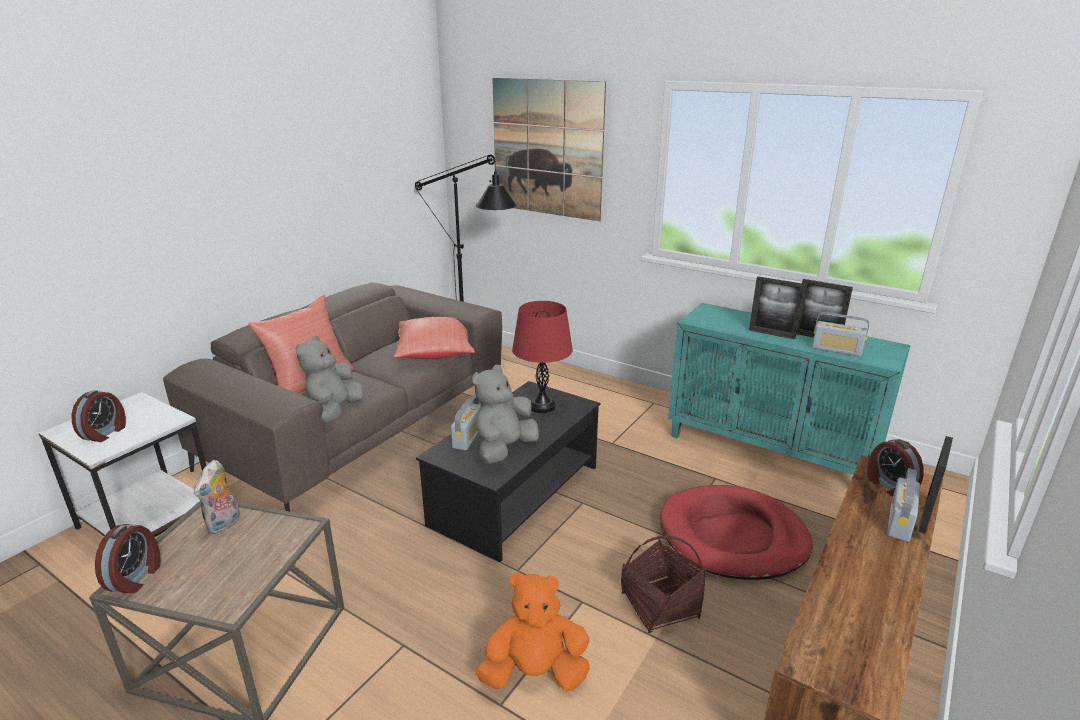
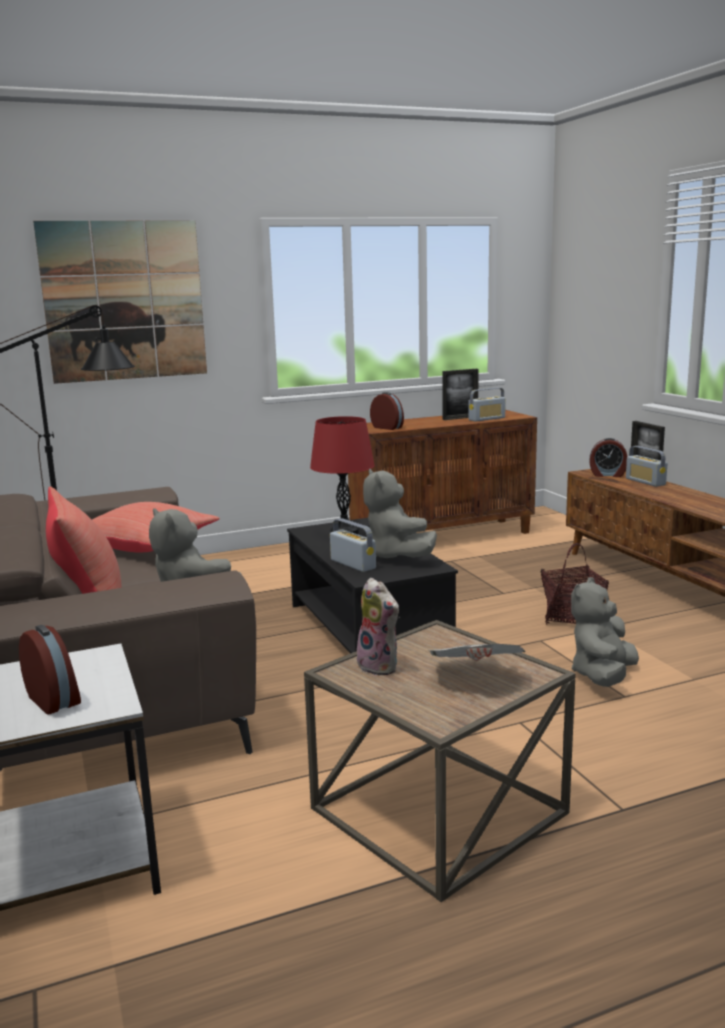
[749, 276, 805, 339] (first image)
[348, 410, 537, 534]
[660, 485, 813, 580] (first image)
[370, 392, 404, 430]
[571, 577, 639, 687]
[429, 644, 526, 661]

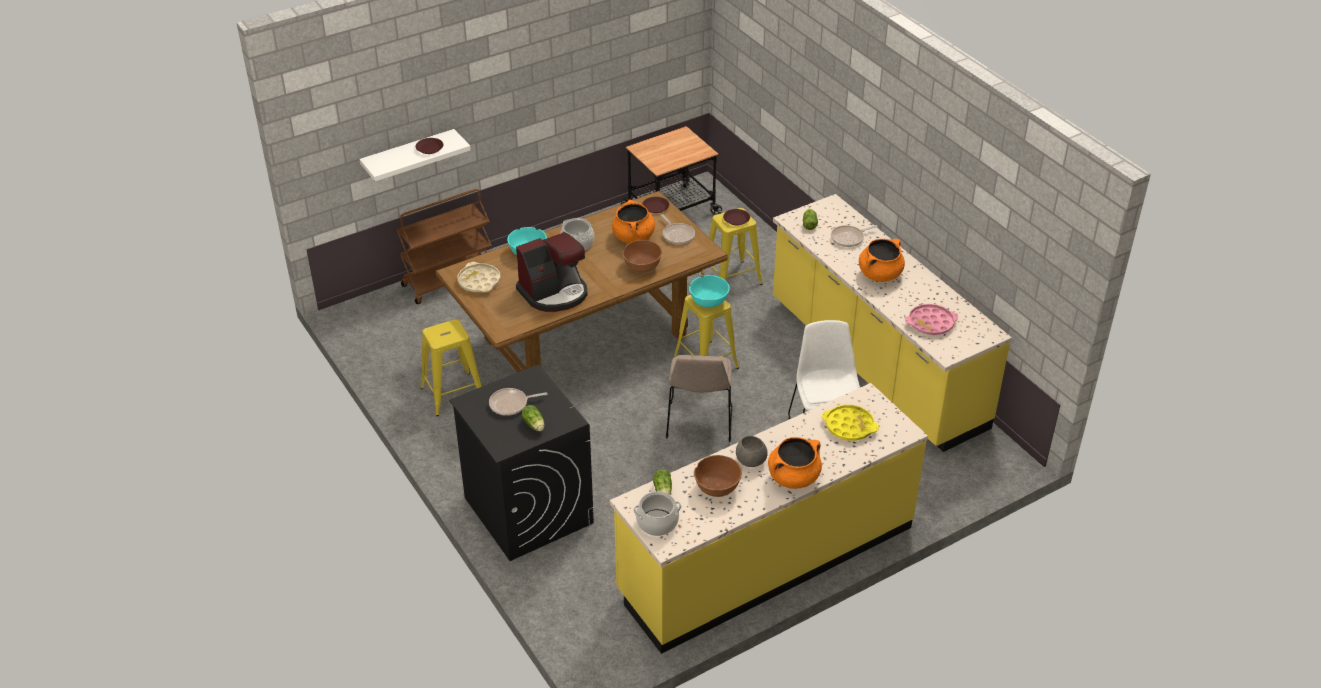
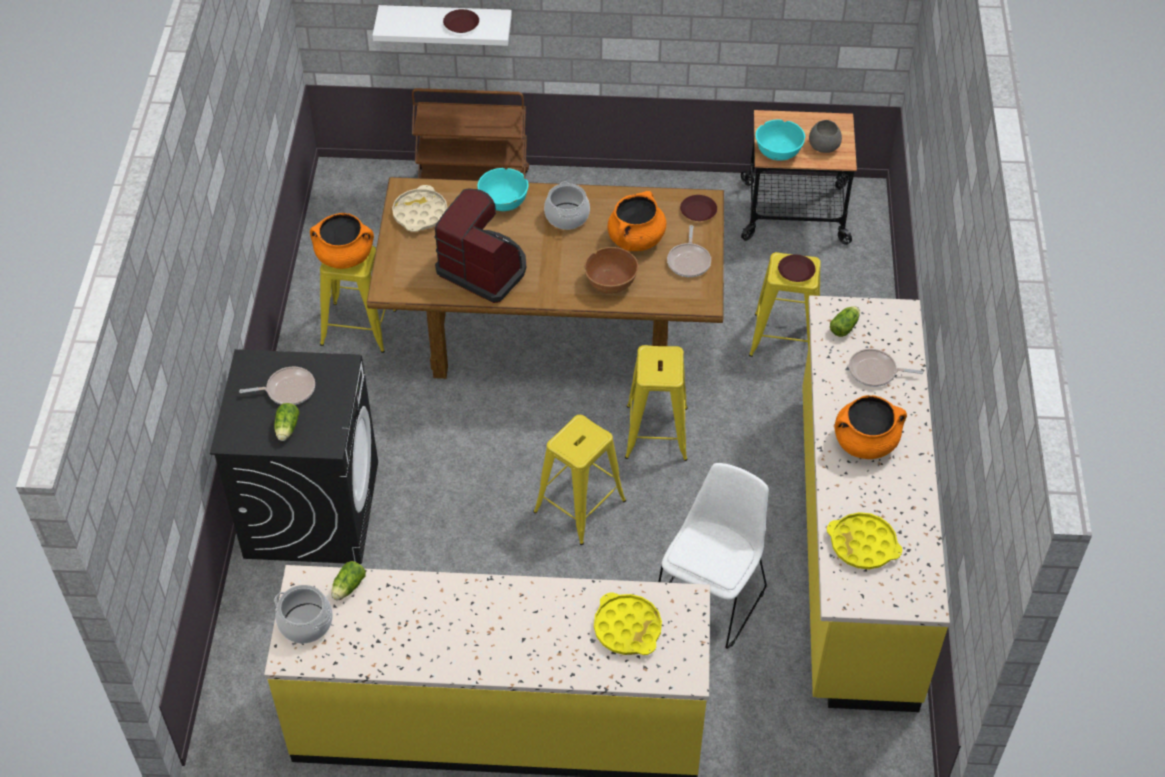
[434, 188, 526, 303]
[755, 119, 805, 161]
[827, 512, 902, 569]
[533, 415, 626, 545]
[239, 367, 315, 405]
[809, 120, 842, 153]
[310, 213, 374, 269]
[694, 455, 742, 497] (first image)

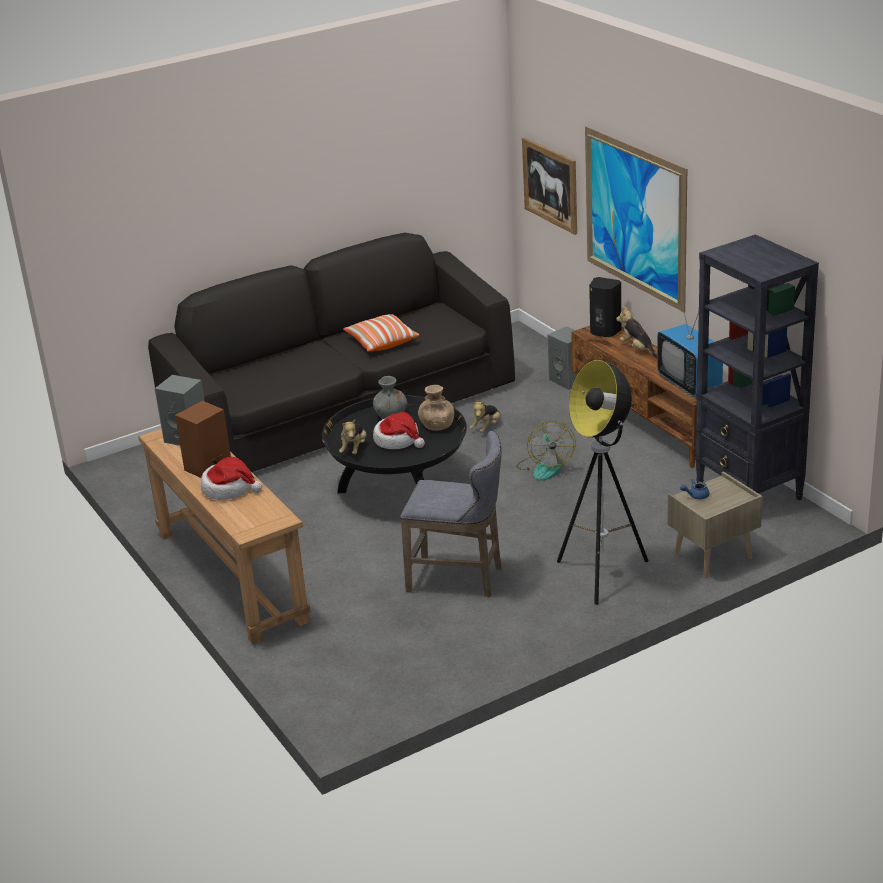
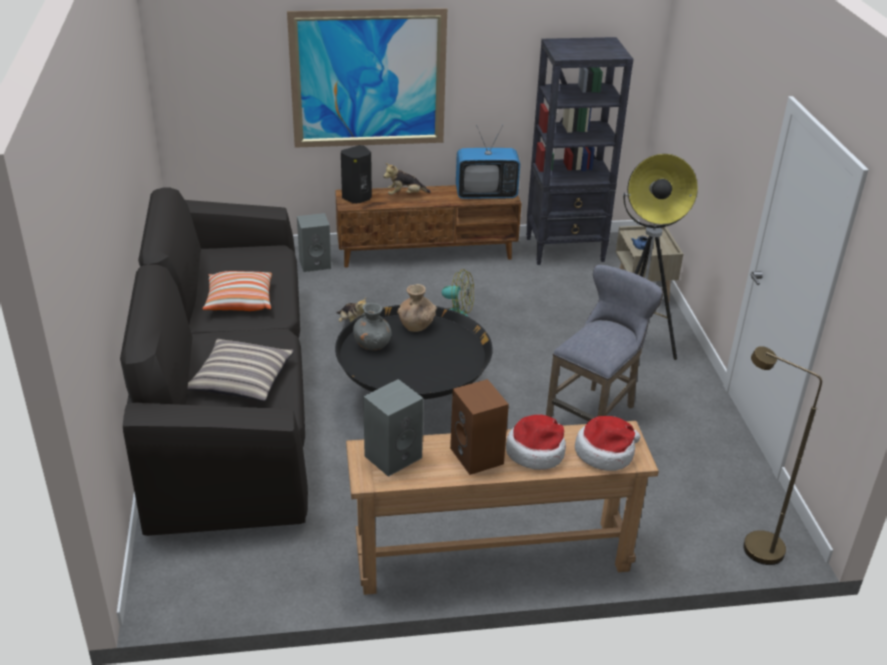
[522, 138, 577, 235] (first image)
[575, 416, 641, 471]
[339, 419, 366, 455] (first image)
[187, 339, 294, 401]
[743, 346, 822, 565]

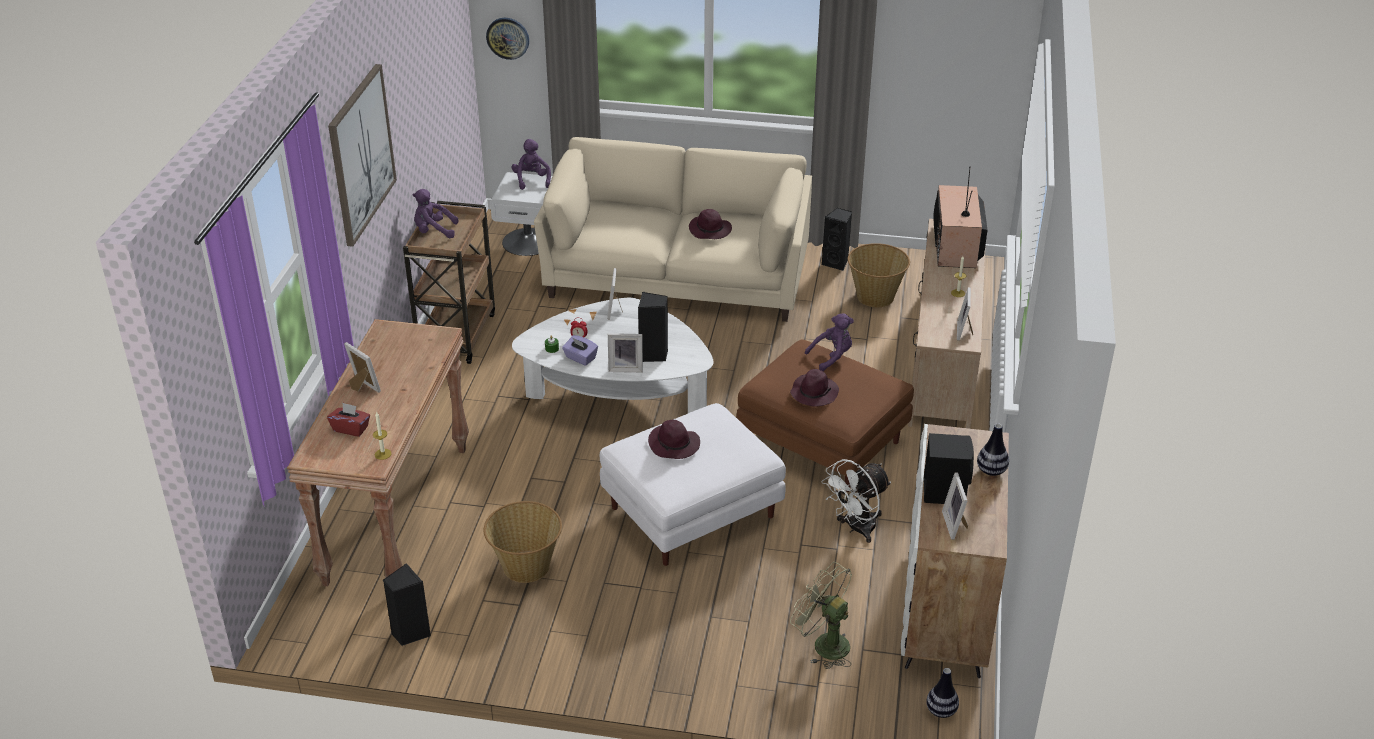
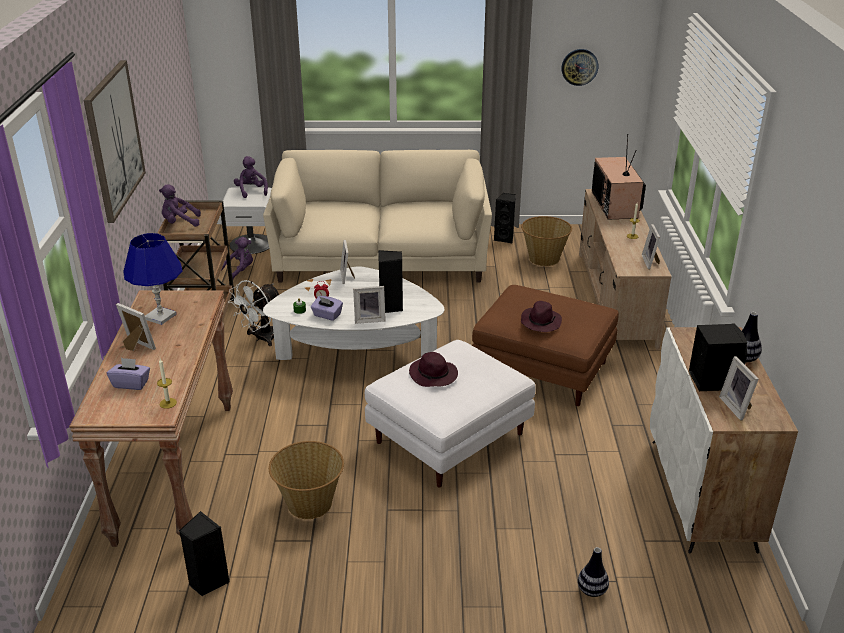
[561, 49, 598, 86]
[689, 209, 732, 239] (first image)
[221, 237, 253, 279]
[107, 358, 150, 390]
[228, 280, 279, 346]
[790, 562, 852, 669] (first image)
[578, 547, 609, 597]
[124, 233, 183, 325]

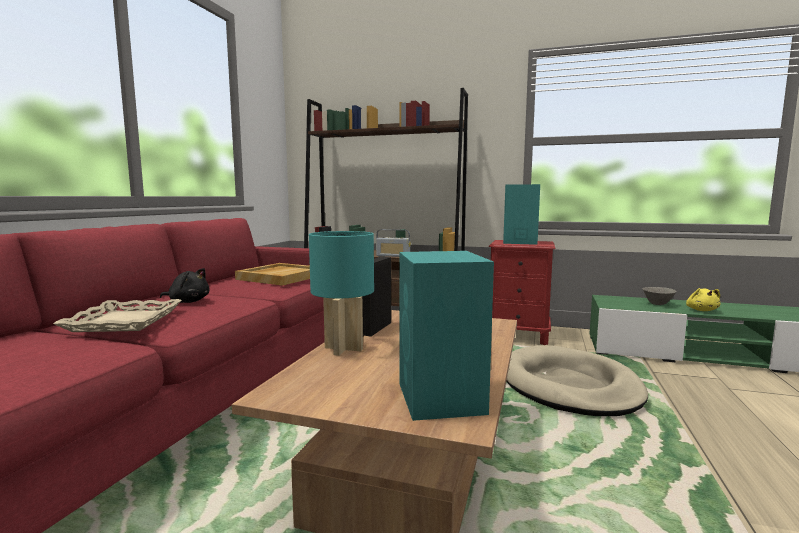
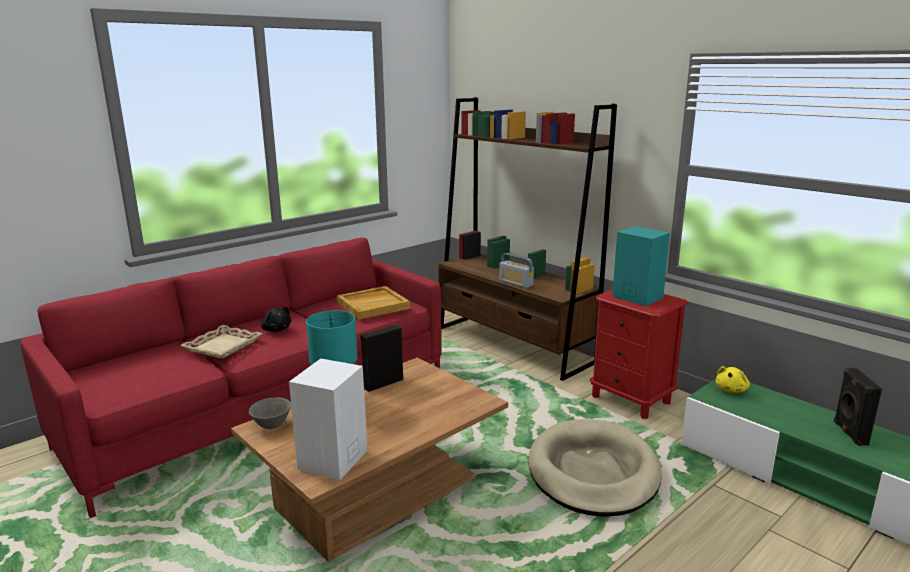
[289, 359, 367, 480]
[249, 397, 291, 429]
[716, 366, 750, 393]
[834, 367, 882, 446]

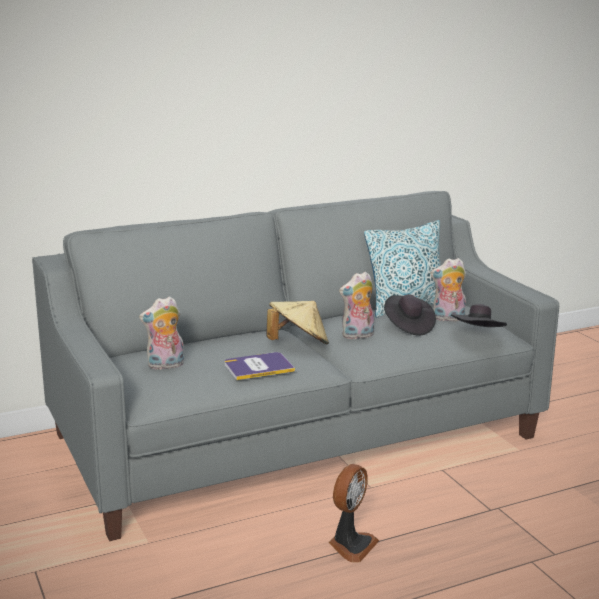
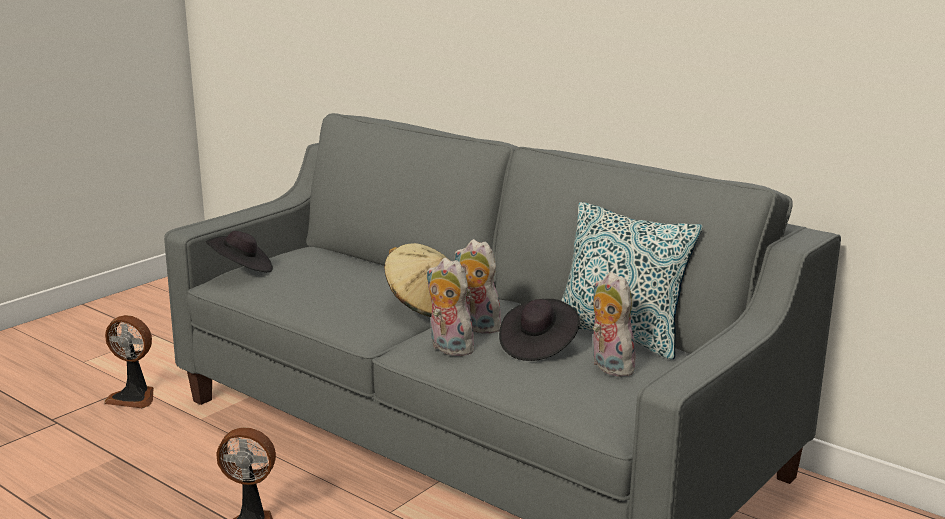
[426, 258, 474, 356]
[206, 231, 273, 272]
[225, 352, 295, 380] (first image)
[104, 315, 154, 408]

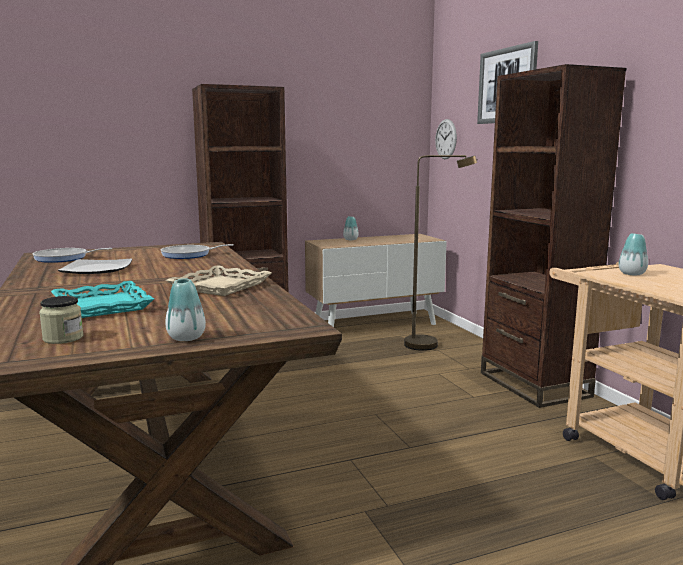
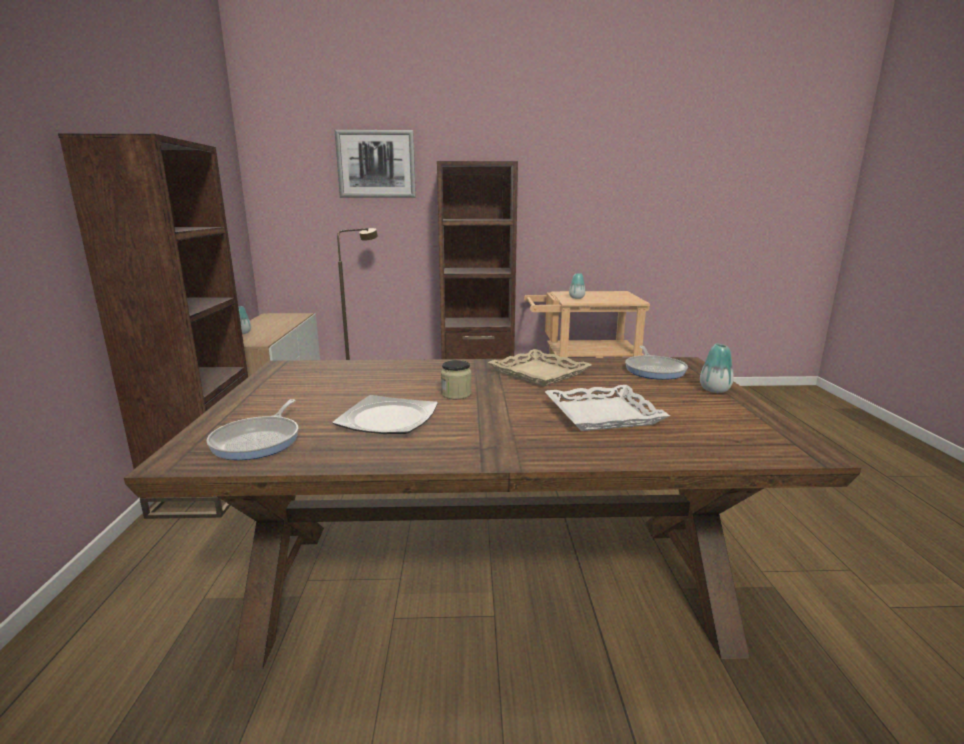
[435, 119, 457, 159] (first image)
[625, 346, 688, 380]
[545, 385, 670, 431]
[441, 360, 471, 399]

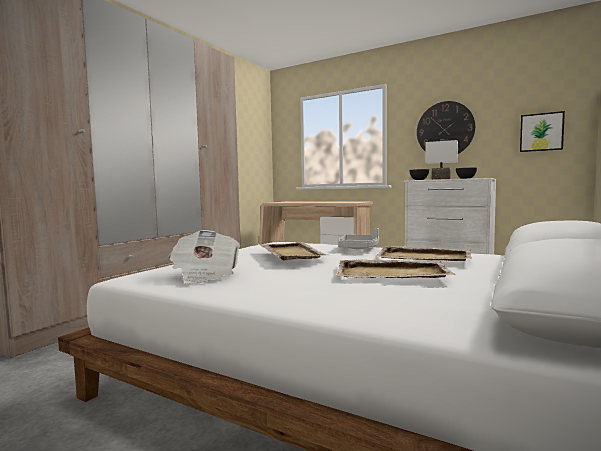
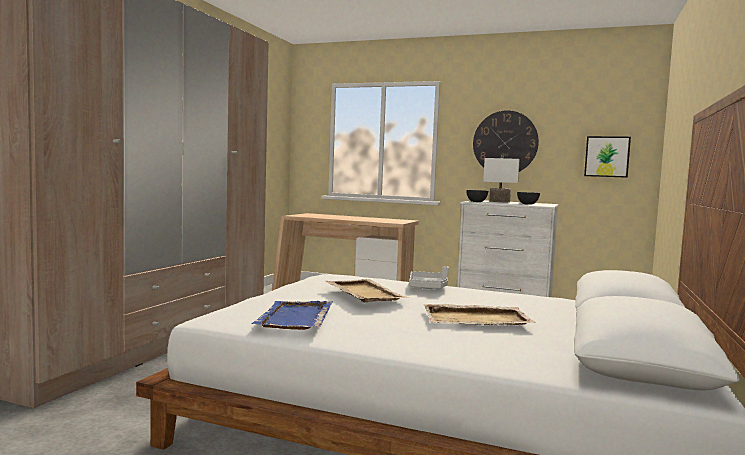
[252, 301, 333, 330]
[375, 246, 472, 261] (first image)

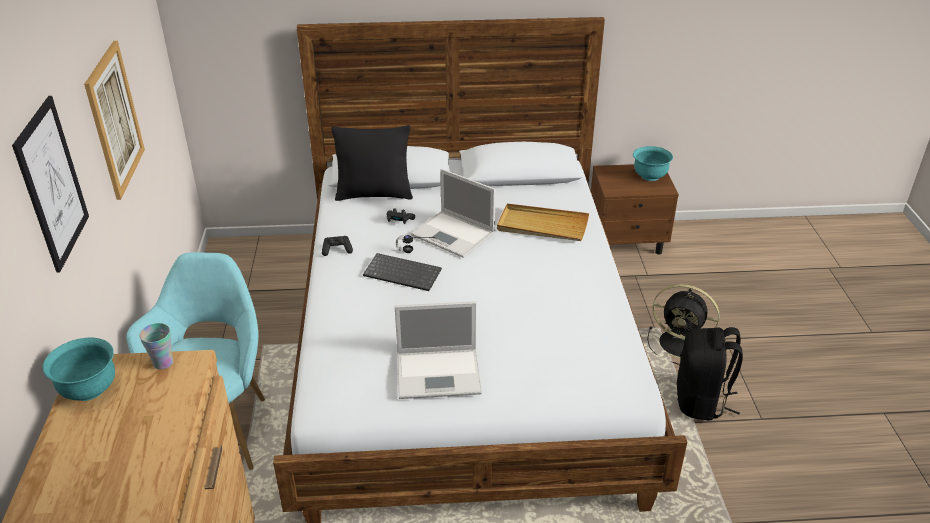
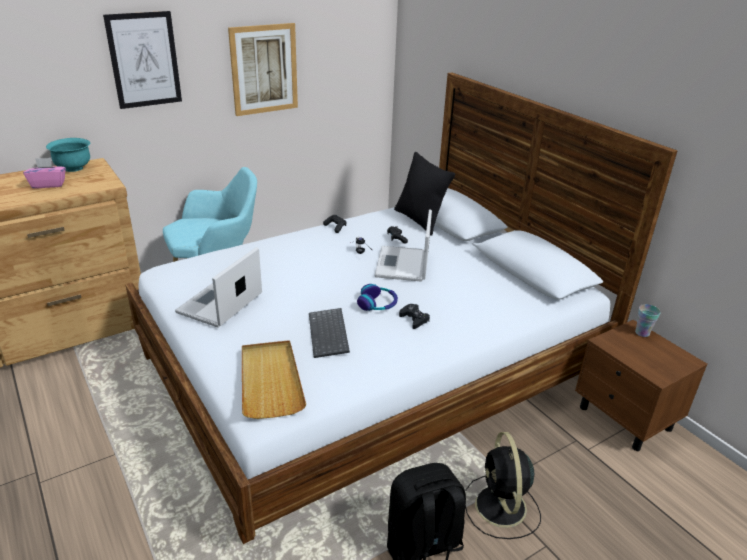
[633, 146, 673, 181] (first image)
[242, 340, 306, 419]
[309, 308, 350, 358]
[175, 247, 262, 328]
[635, 304, 661, 337]
[23, 158, 66, 188]
[357, 284, 398, 311]
[399, 304, 430, 329]

